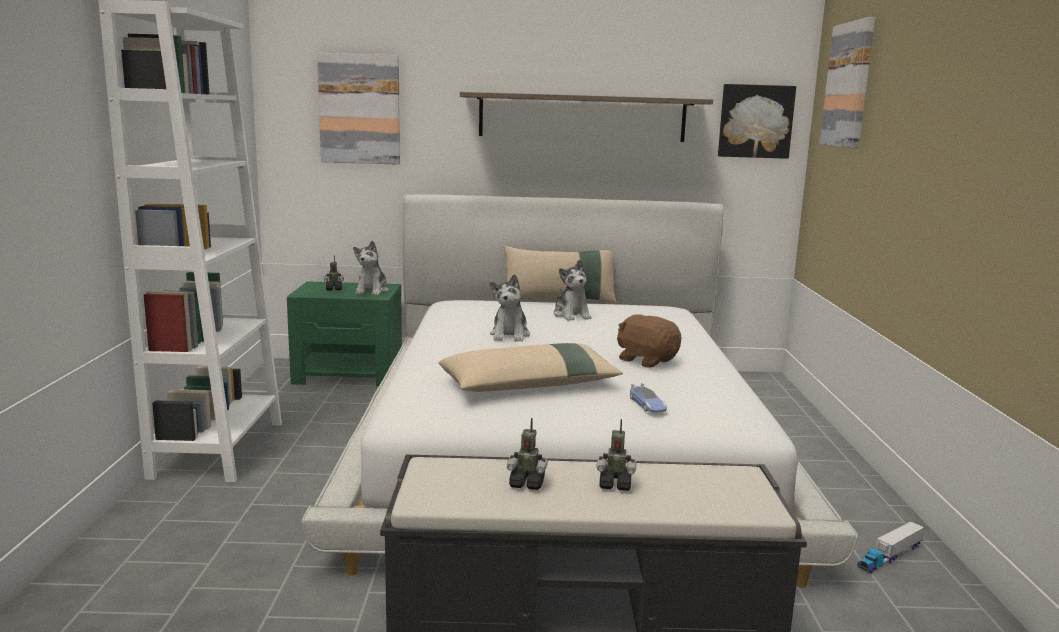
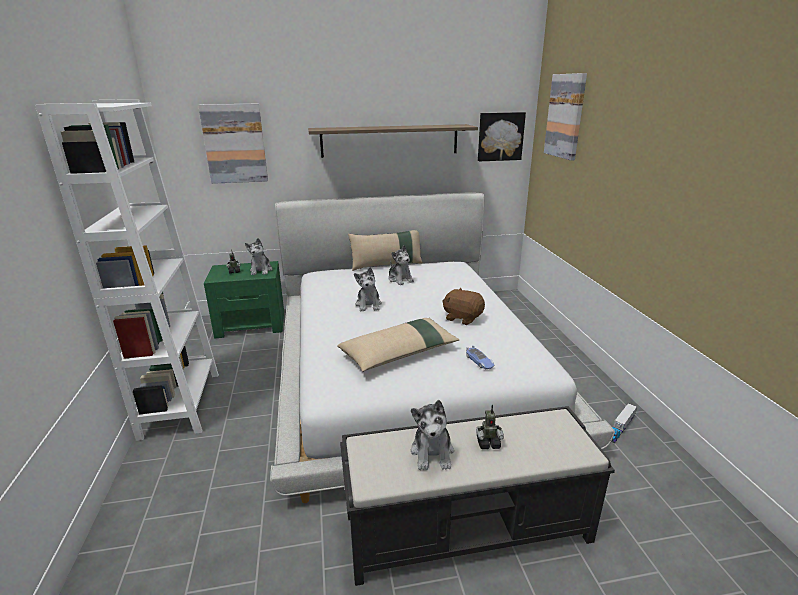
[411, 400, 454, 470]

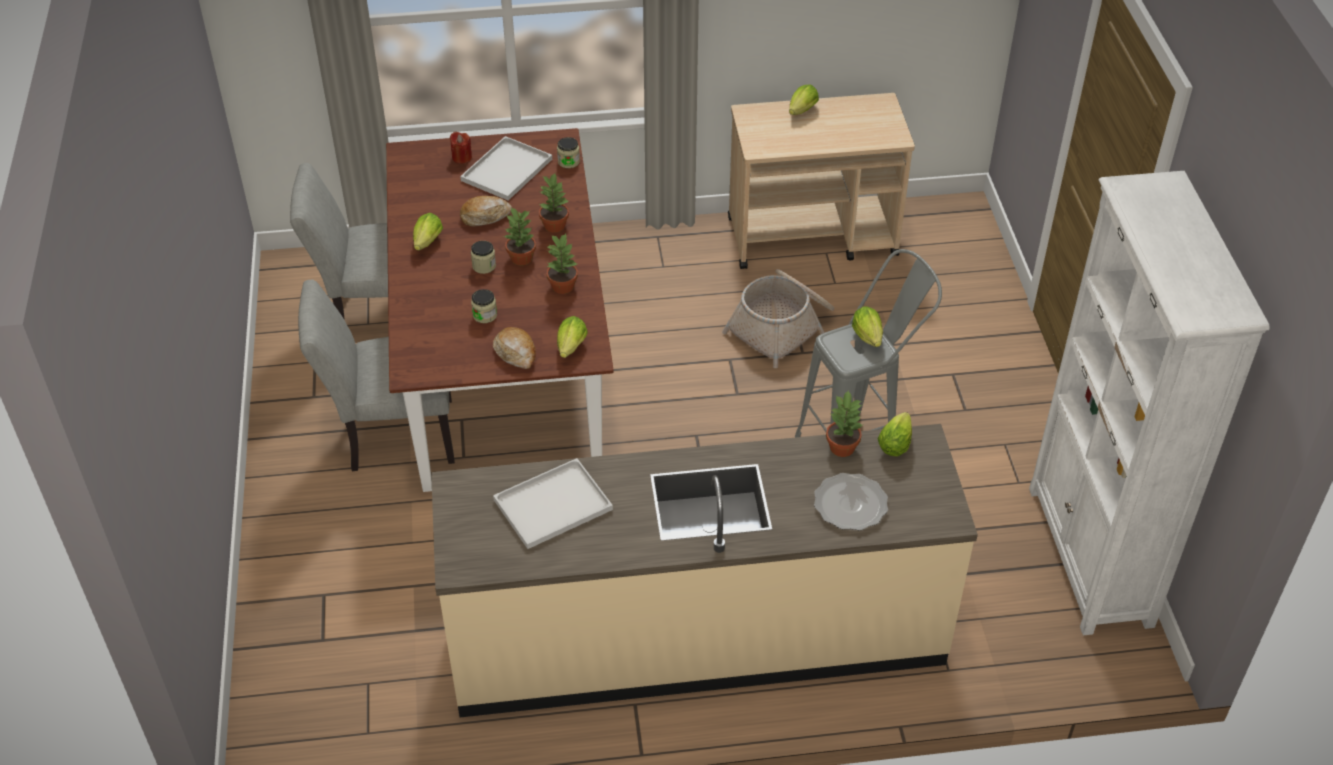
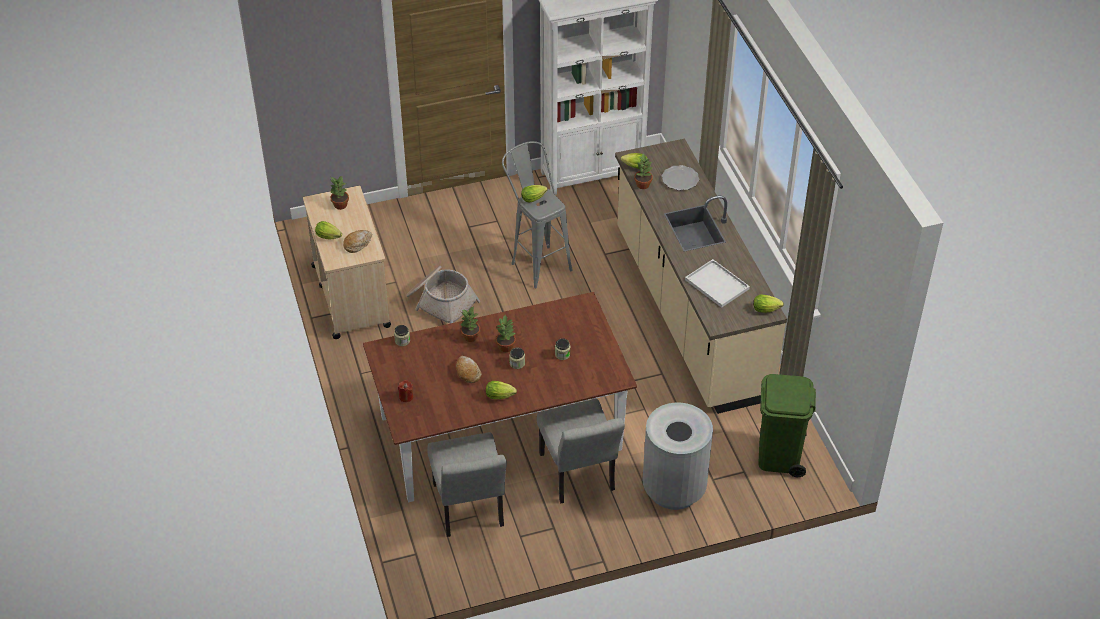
[460, 136, 552, 200] (first image)
[330, 176, 349, 210]
[753, 295, 784, 313]
[343, 230, 372, 253]
[758, 374, 816, 477]
[643, 403, 713, 510]

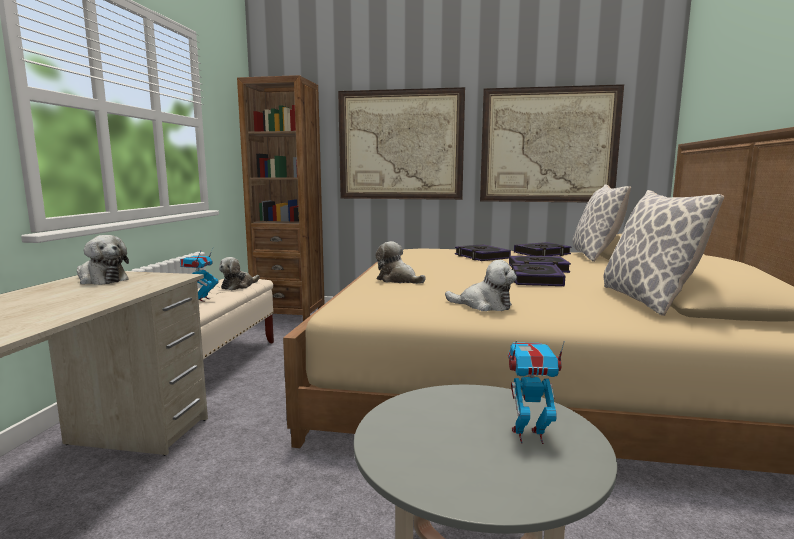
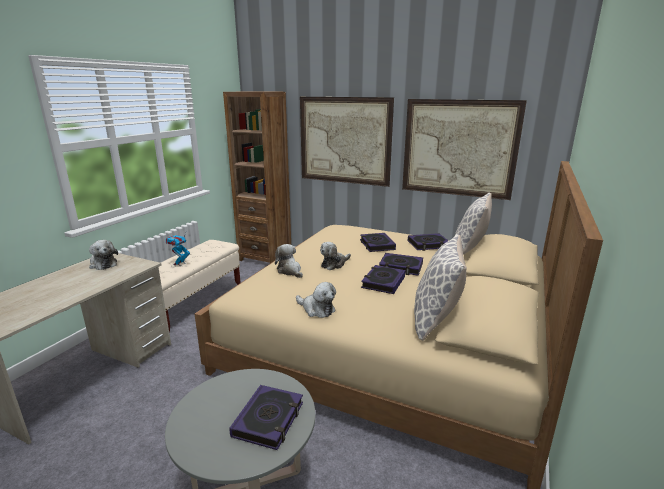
[320, 242, 351, 270]
[230, 385, 303, 450]

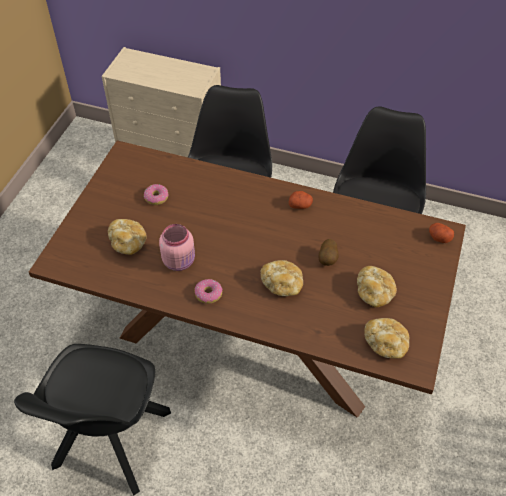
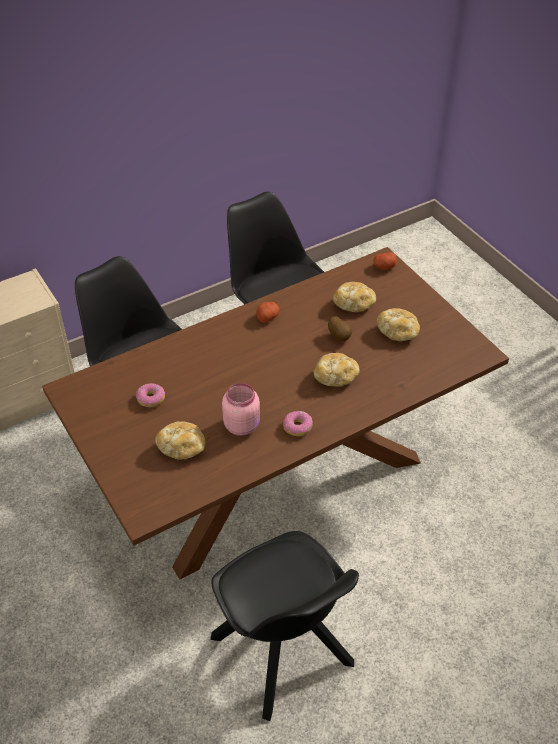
[333, 282, 376, 312]

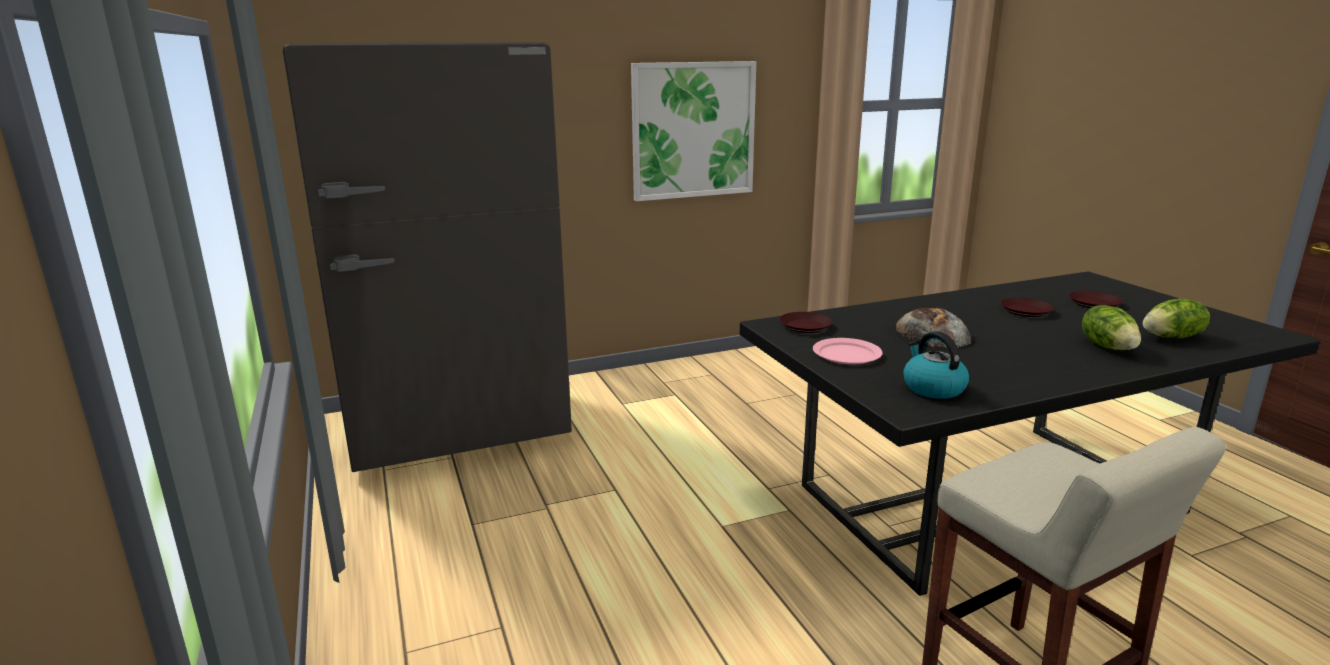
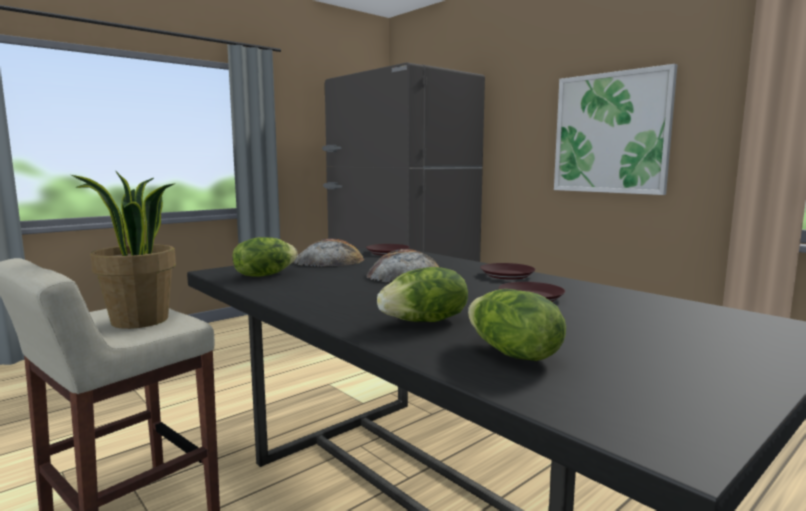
[480, 263, 536, 280]
[232, 237, 298, 277]
[294, 238, 364, 266]
[71, 170, 176, 329]

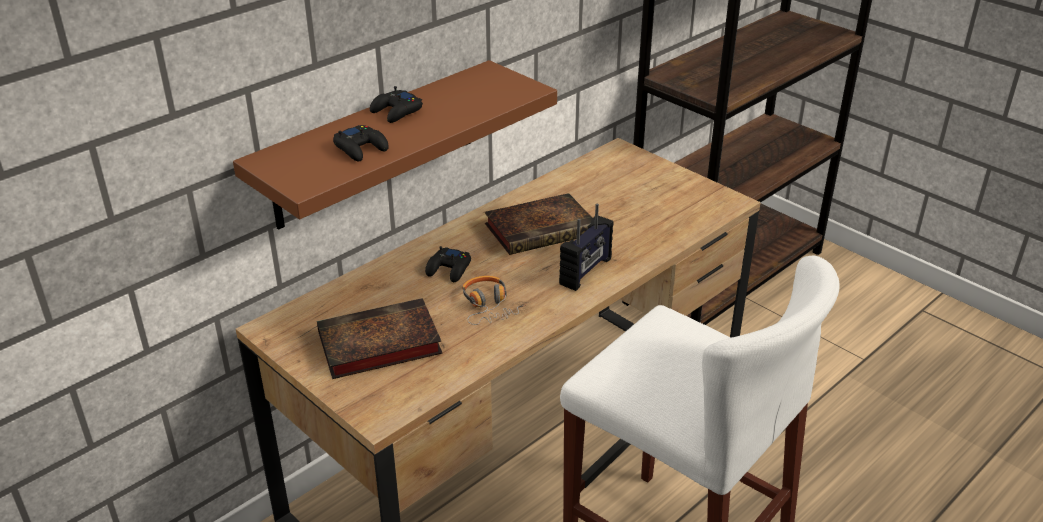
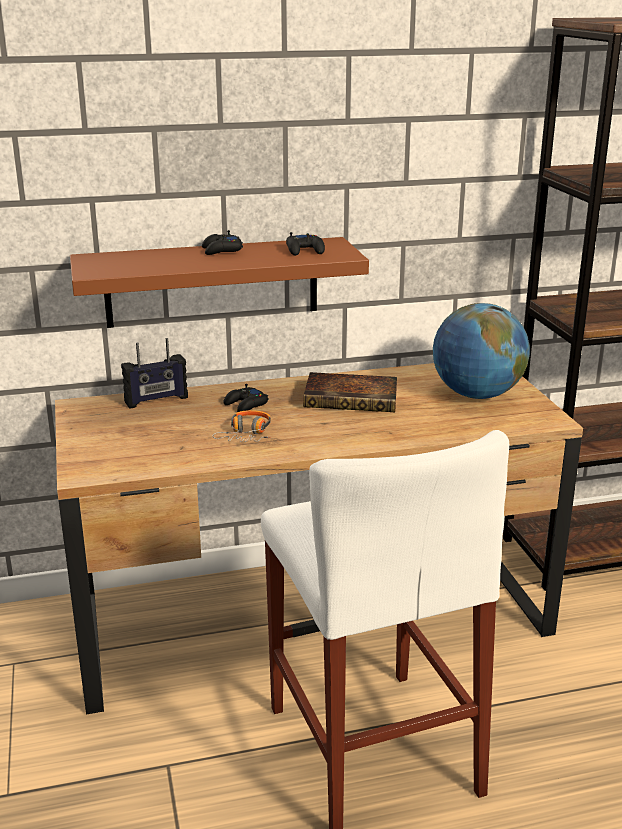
[286, 232, 325, 256]
[121, 338, 188, 409]
[317, 298, 442, 379] (first image)
[433, 303, 530, 399]

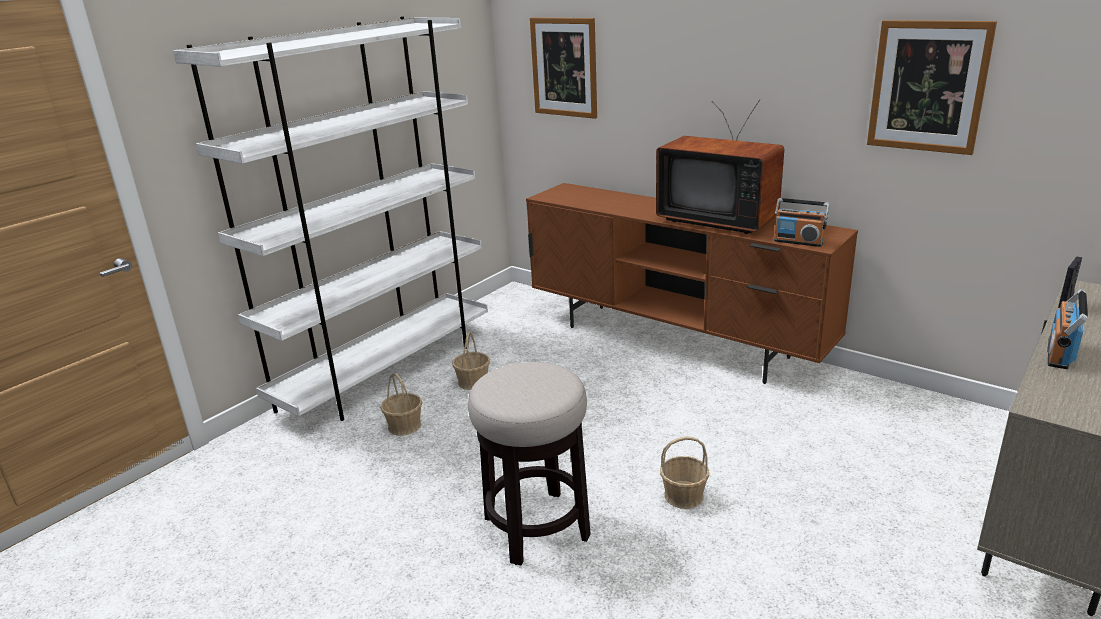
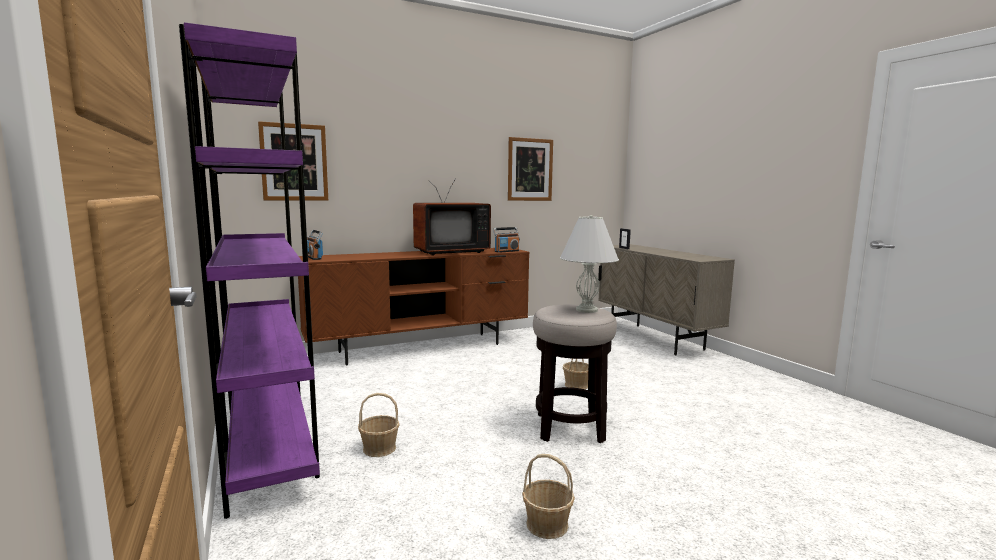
[179, 22, 320, 519]
[307, 230, 323, 260]
[522, 454, 575, 539]
[560, 215, 619, 313]

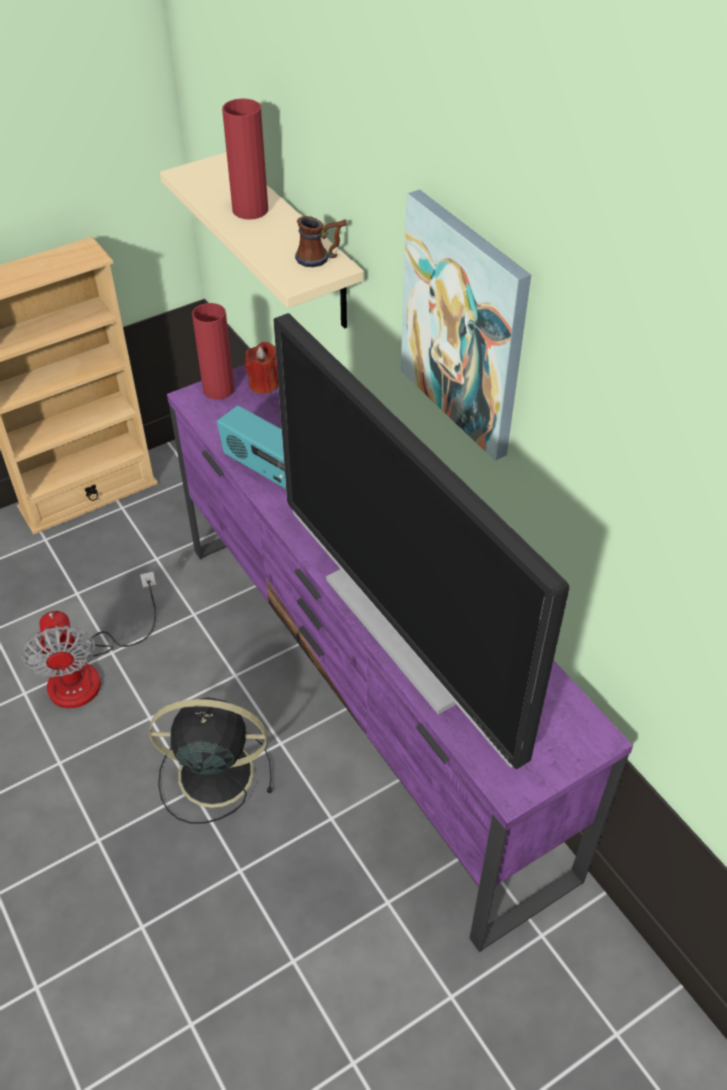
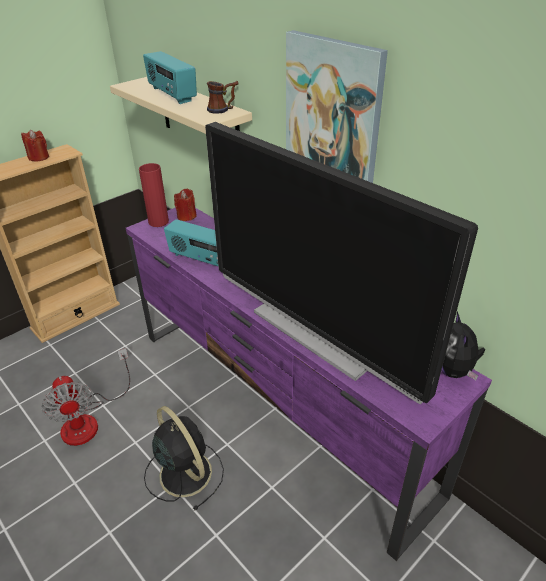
[143, 51, 197, 104]
[144, 406, 224, 511]
[21, 130, 49, 162]
[441, 312, 485, 380]

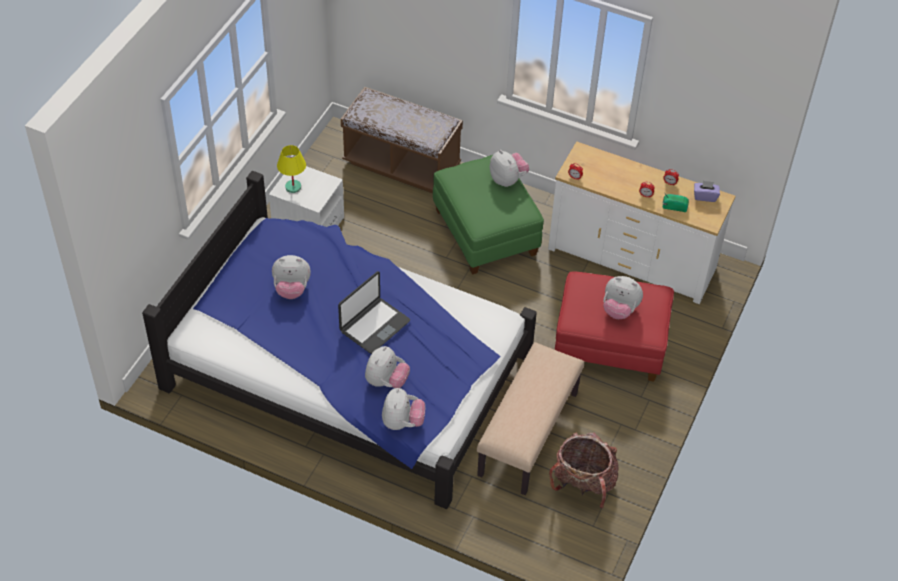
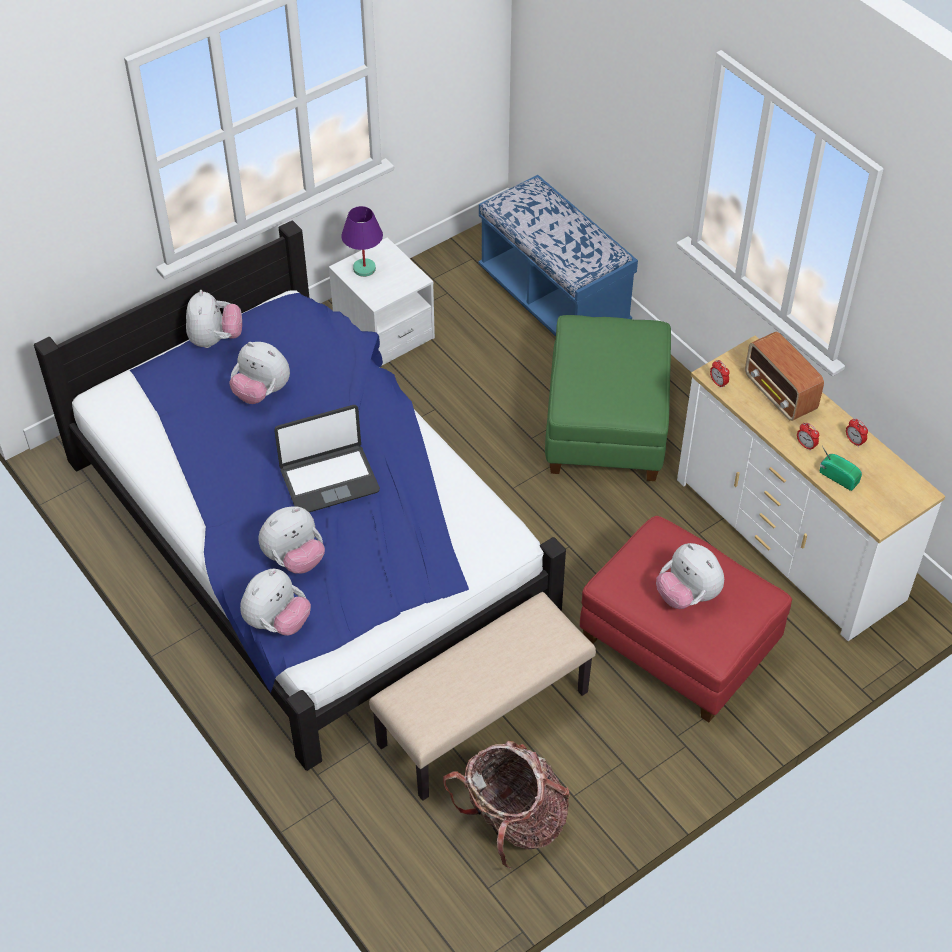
[479, 175, 638, 336]
[341, 206, 383, 277]
[186, 290, 242, 348]
[694, 181, 720, 202] (first image)
[745, 332, 824, 421]

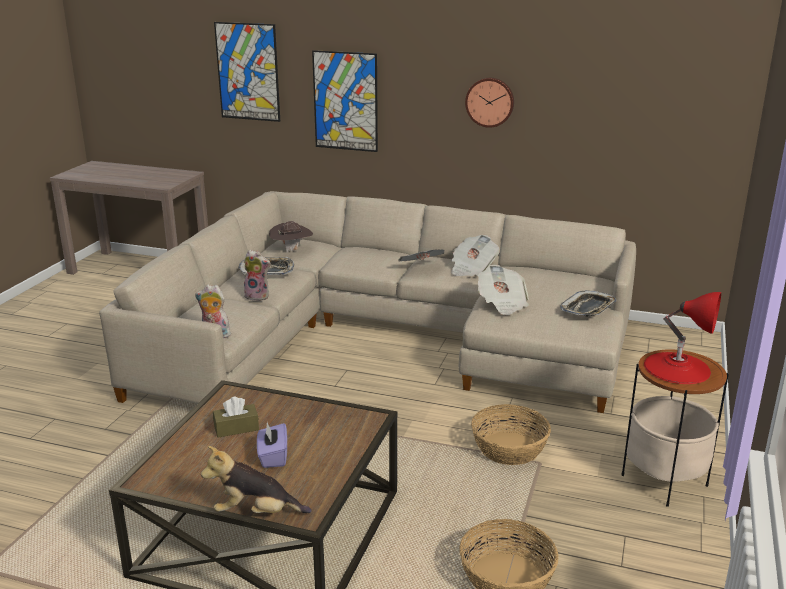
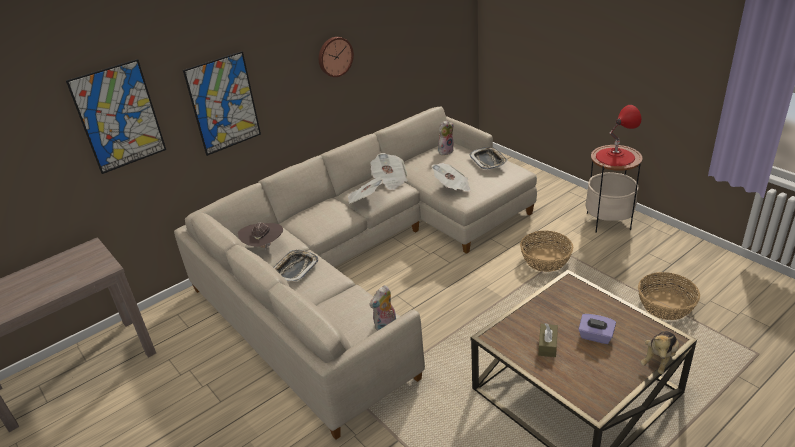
[438, 120, 454, 155]

